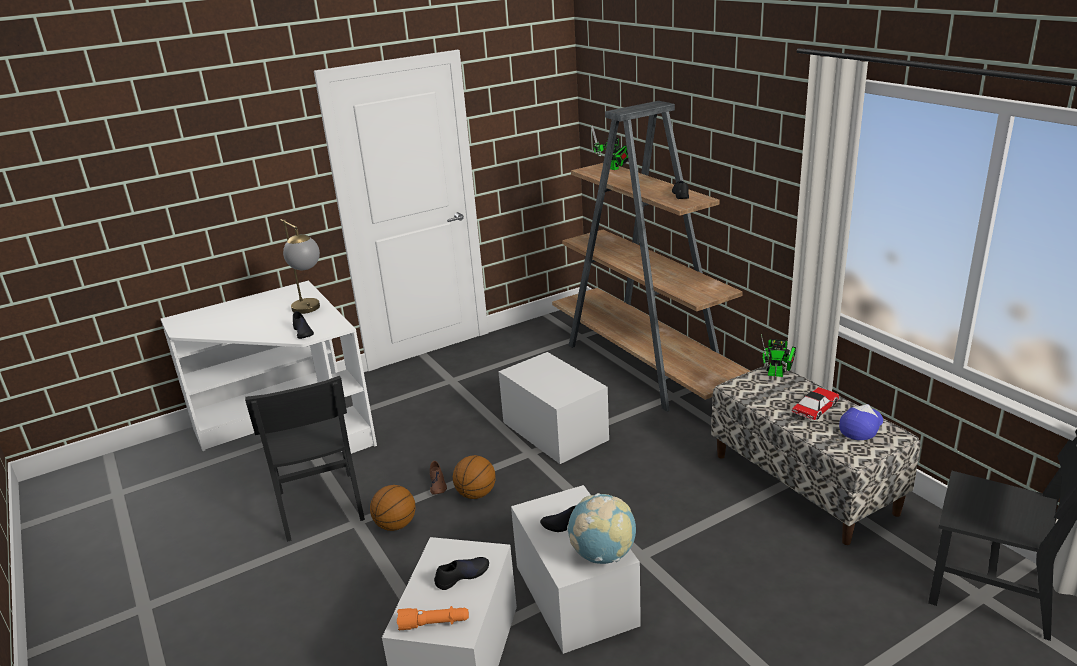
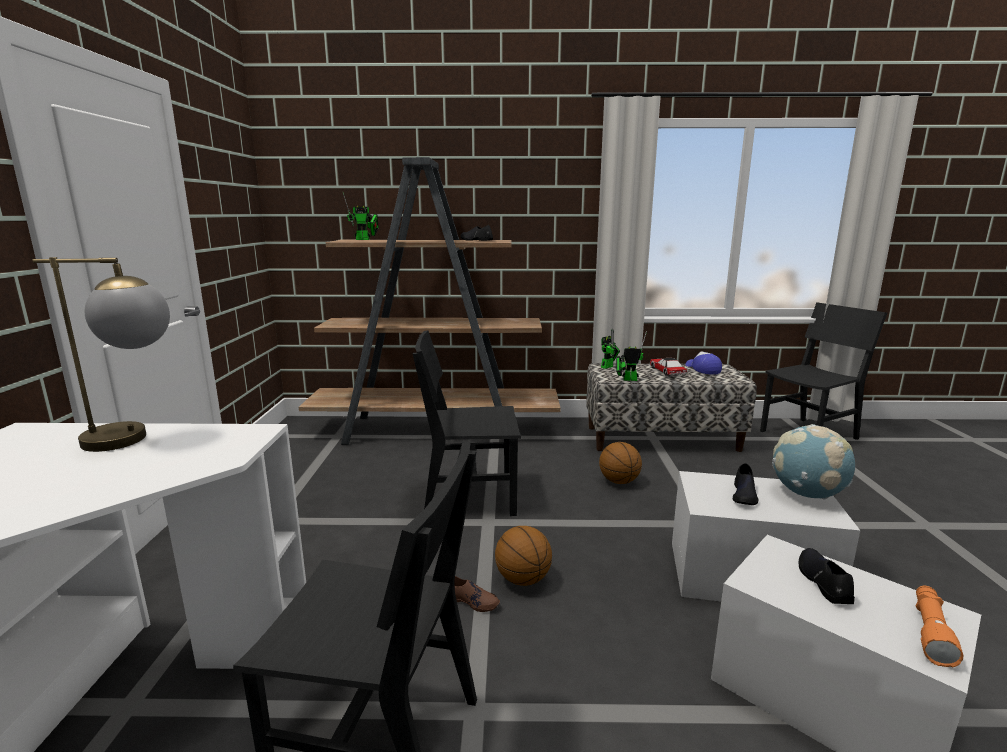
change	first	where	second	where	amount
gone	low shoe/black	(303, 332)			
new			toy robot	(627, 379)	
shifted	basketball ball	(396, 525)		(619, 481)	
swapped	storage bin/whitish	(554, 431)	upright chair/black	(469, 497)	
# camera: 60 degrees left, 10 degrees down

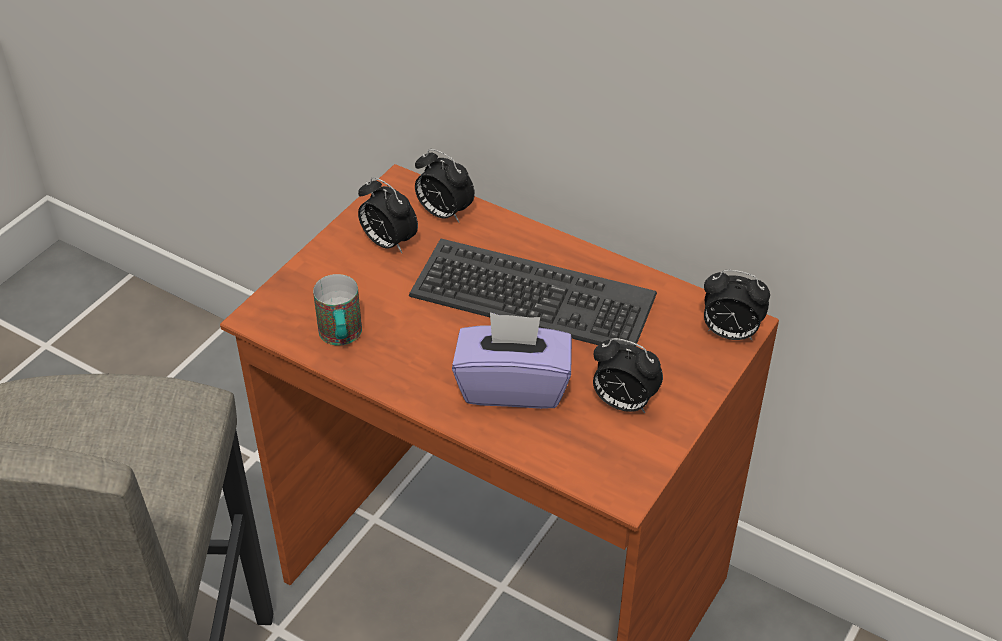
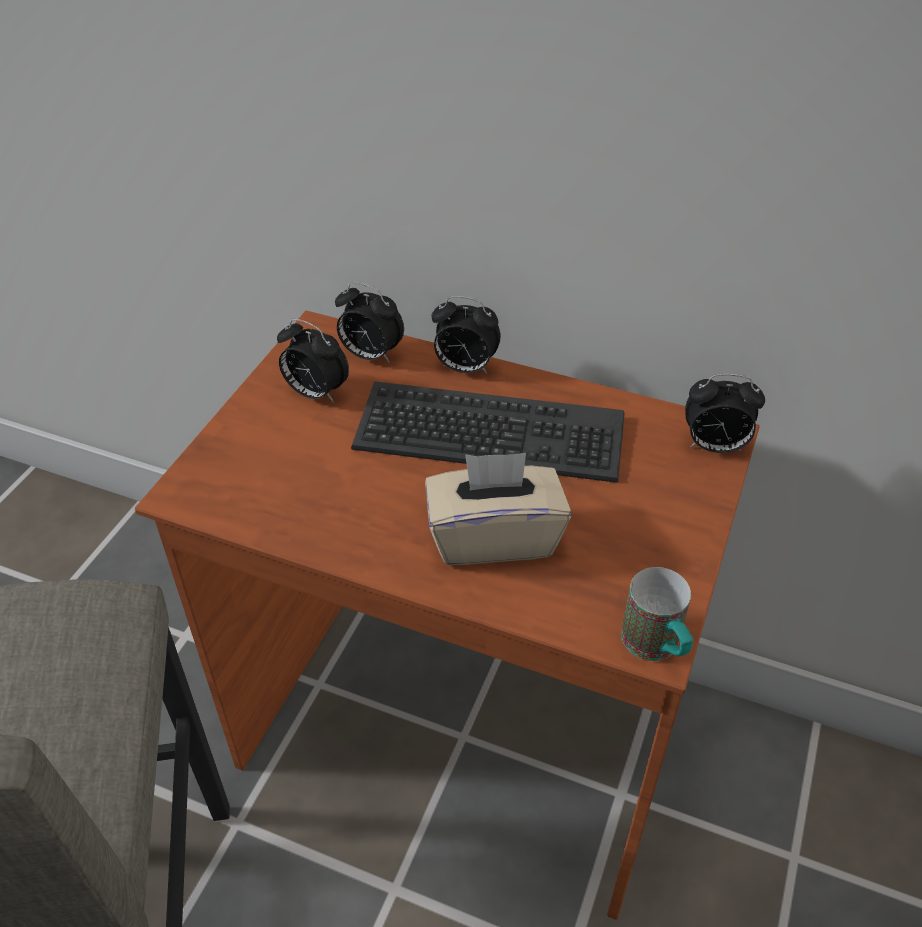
change	first	where	second	where	amount
shifted	tea mug	(341, 337)		(656, 648)	
shifted	alarm clock	(623, 403)		(464, 368)	
repainted	tissue holder/purplish	(513, 386)	tissue holder/beige-coloured	(494, 537)	
# camera: 10 degrees left, 0 degrees up

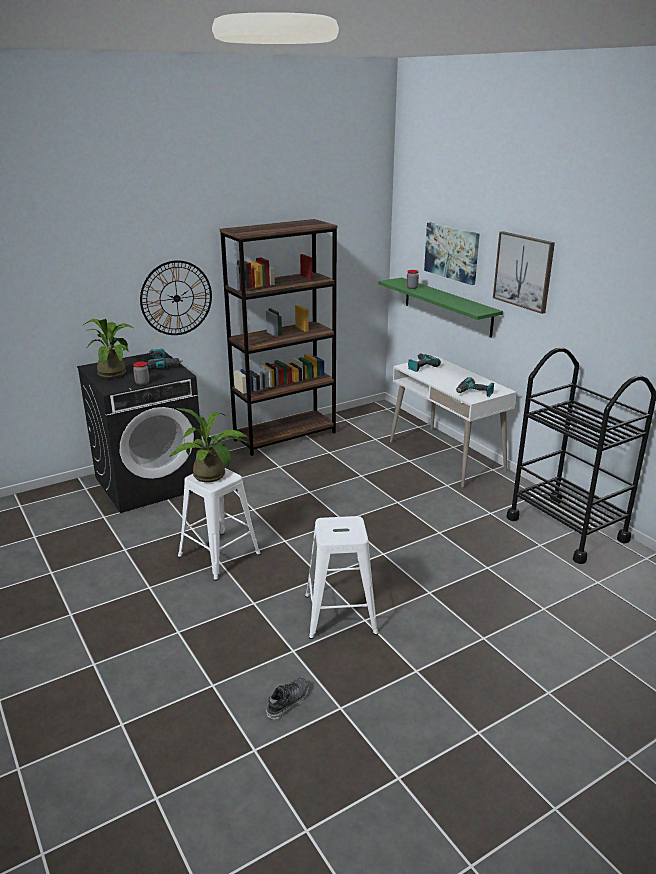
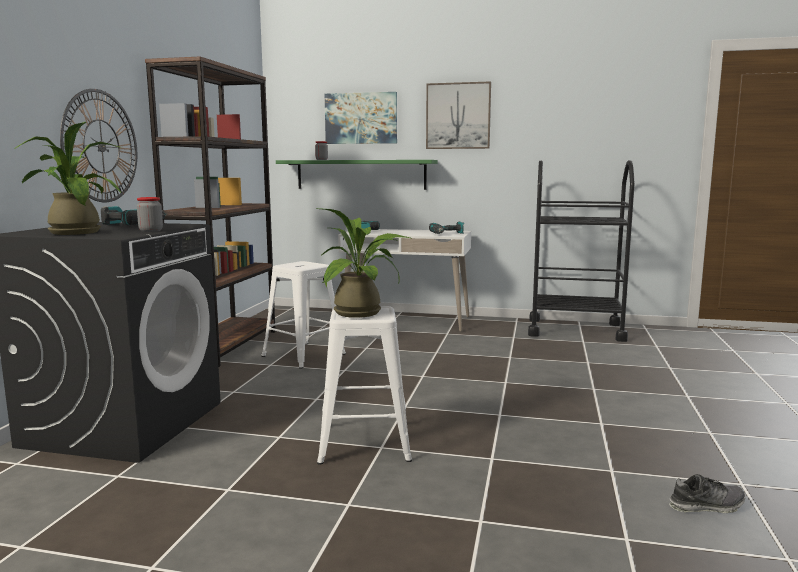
change	first	where	second	where	amount
shifted	sitting stool/whitish	(339, 614)		(303, 355)	
rotated	low shoe	(288, 702)		(706, 506)	90 degrees clockwise
# camera: 45 degrees left, 15 degrees down

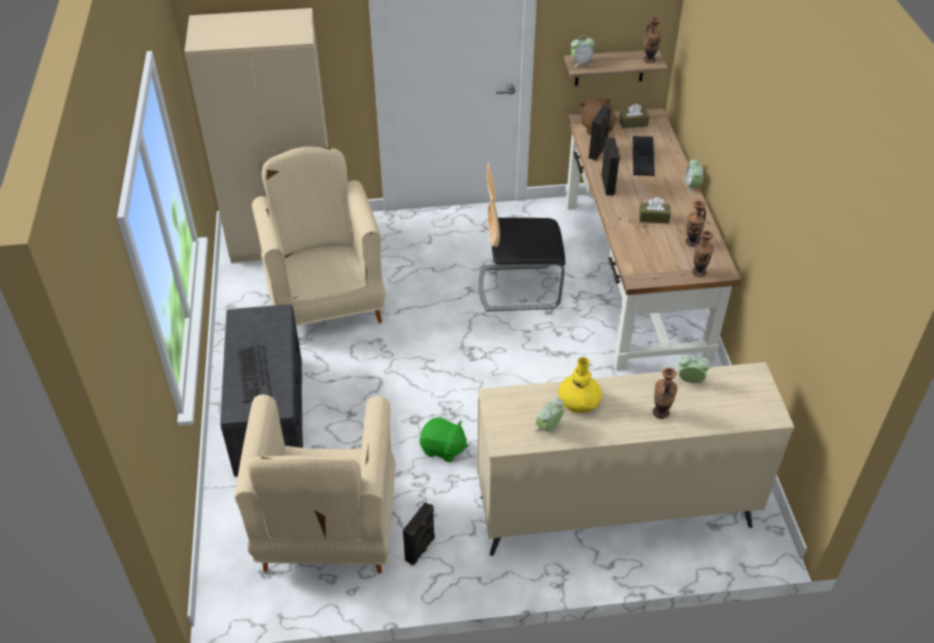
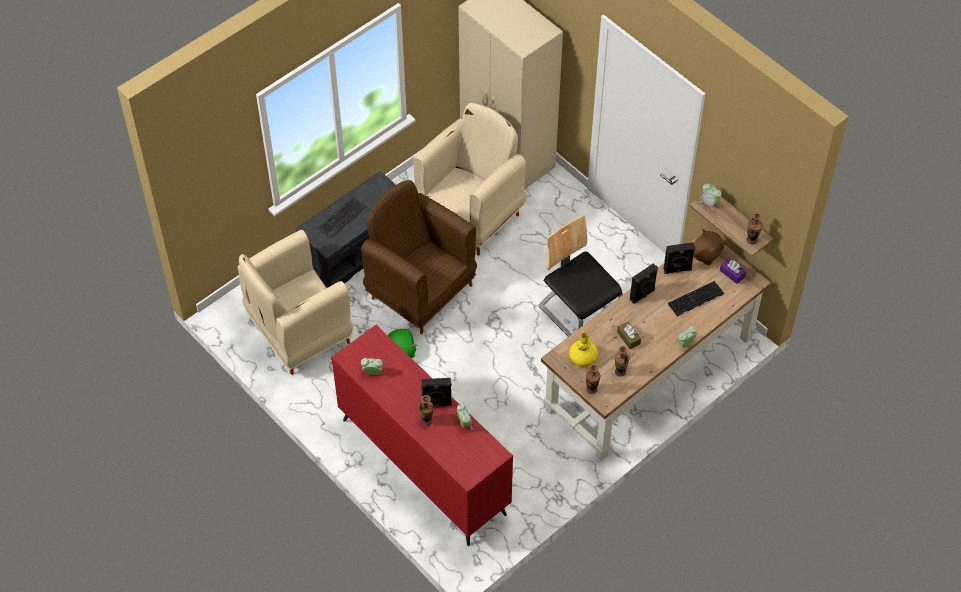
change	first	where	second	where	amount
new			easy chair/brown	(420, 291)	
shifted	audio speaker/black	(421, 549)		(437, 404)	
shifted	decorative vase/yellow-coloured	(578, 401)		(582, 357)	
repainted	drawer chest/beige-coloured	(613, 511)	drawer chest/reddish	(423, 465)	
repainted	tissue holder/brown	(633, 123)	tissue holder/purplish	(732, 273)	
# camera: 55 degrees right, 10 degrees up

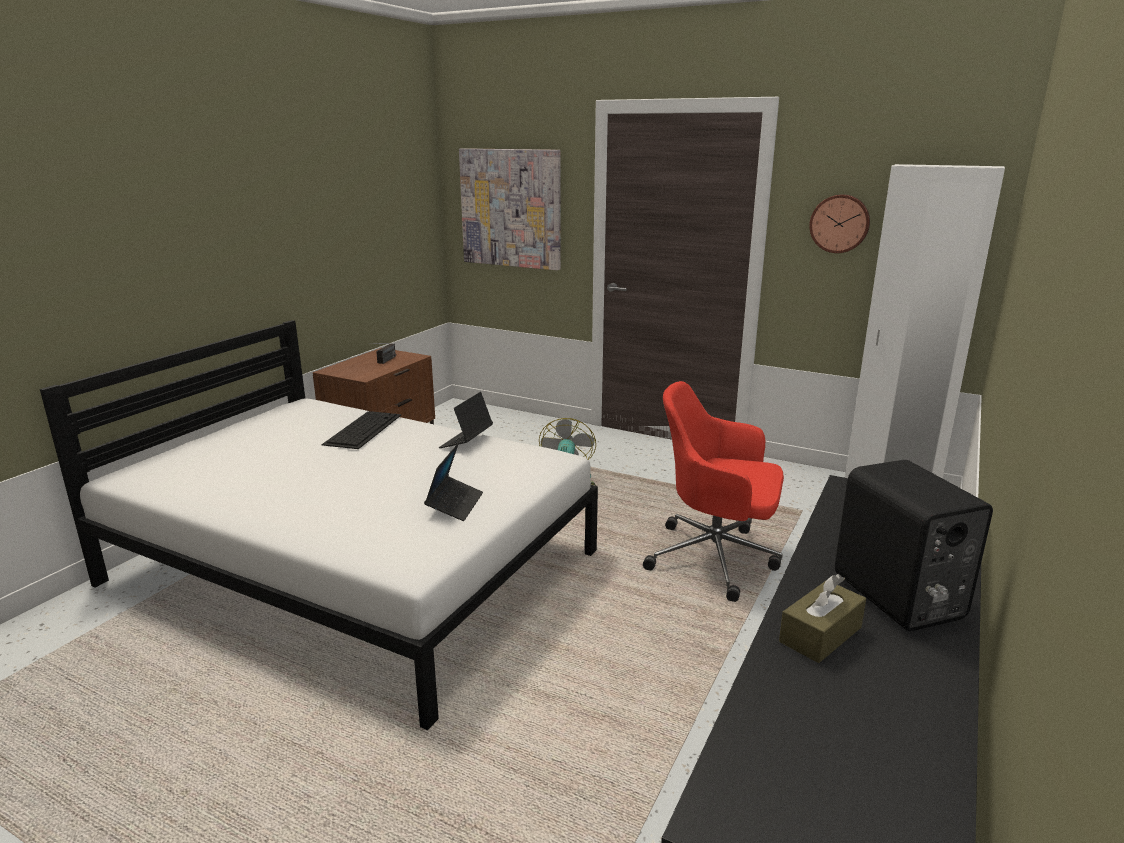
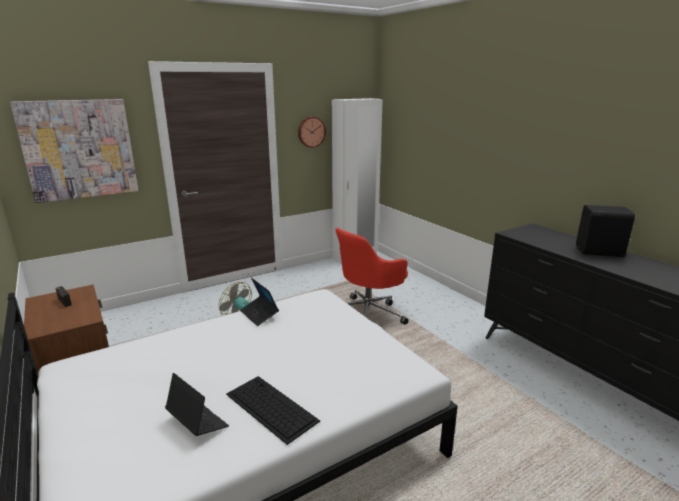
change	first	where	second	where	amount
gone	tissue holder/brown	(820, 635)			
shifted	PC keyboard	(363, 429)		(270, 407)	
shifted	notebook computer	(455, 504)		(197, 422)	
# camera: 60 degrees left, 0 degrees up

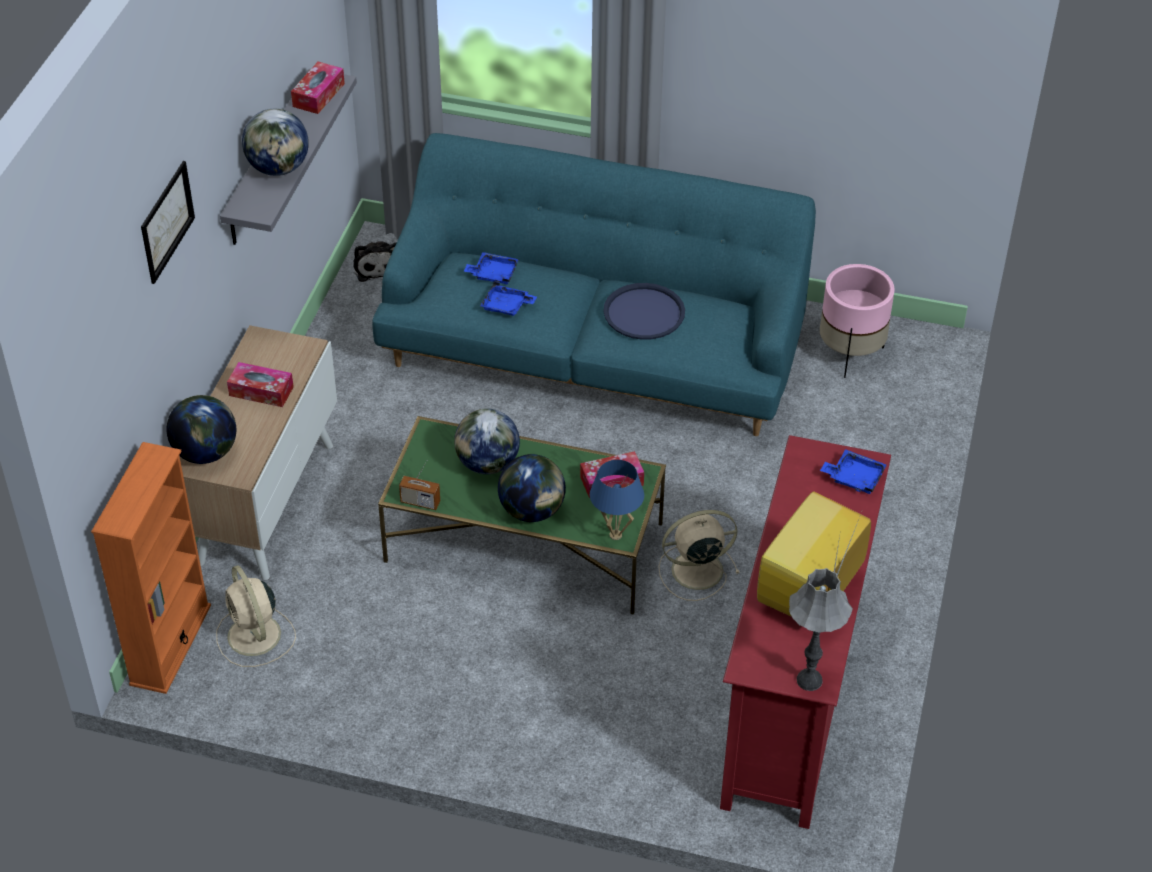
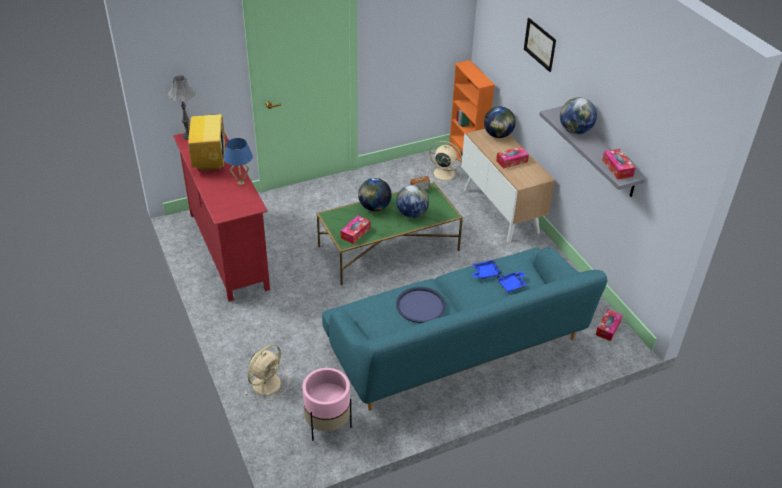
change	first	where	second	where	amount
gone	tray/blue-coloured	(854, 478)			
shifted	lamp for a table/blue-coloured	(615, 535)		(241, 183)	
shifted	fan/beige-coloured	(694, 571)		(267, 382)	
swapped	soft toy	(376, 266)	tissue holder	(608, 328)	
# camera: 140 degrees right, 5 degrees down

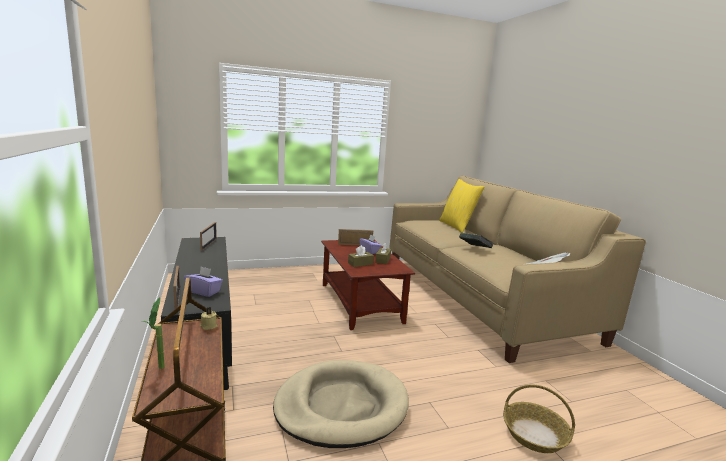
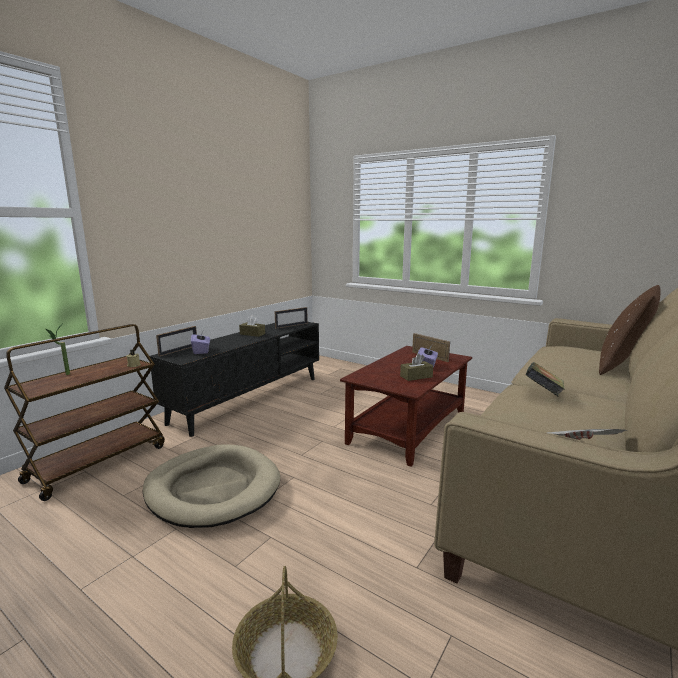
change	first	where	second	where	amount
shifted	tissue holder/brown	(360, 264)		(252, 334)	
repainted	throw pillow/yellow-coloured	(457, 226)	throw pillow/brown	(622, 366)	
# camera: 55 degrees right, 0 degrees up

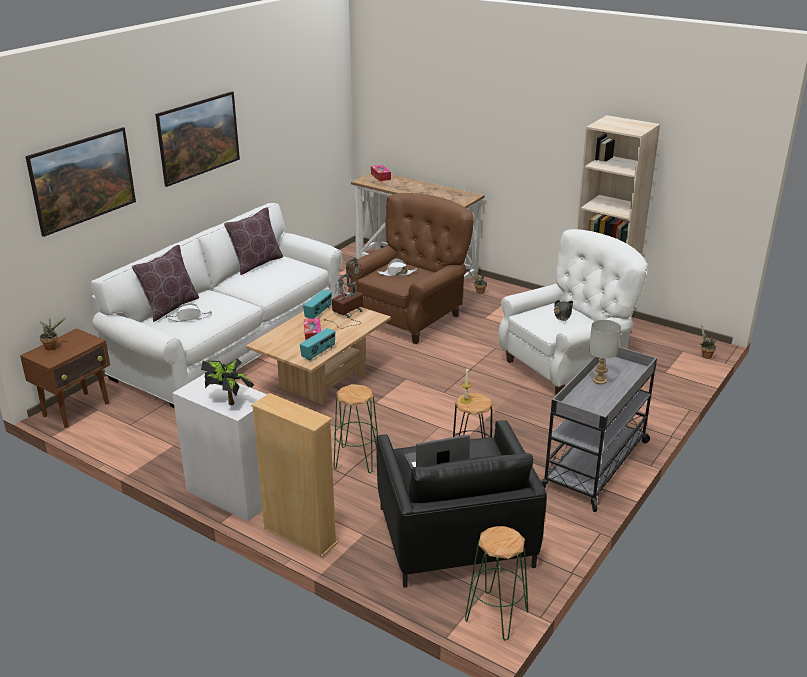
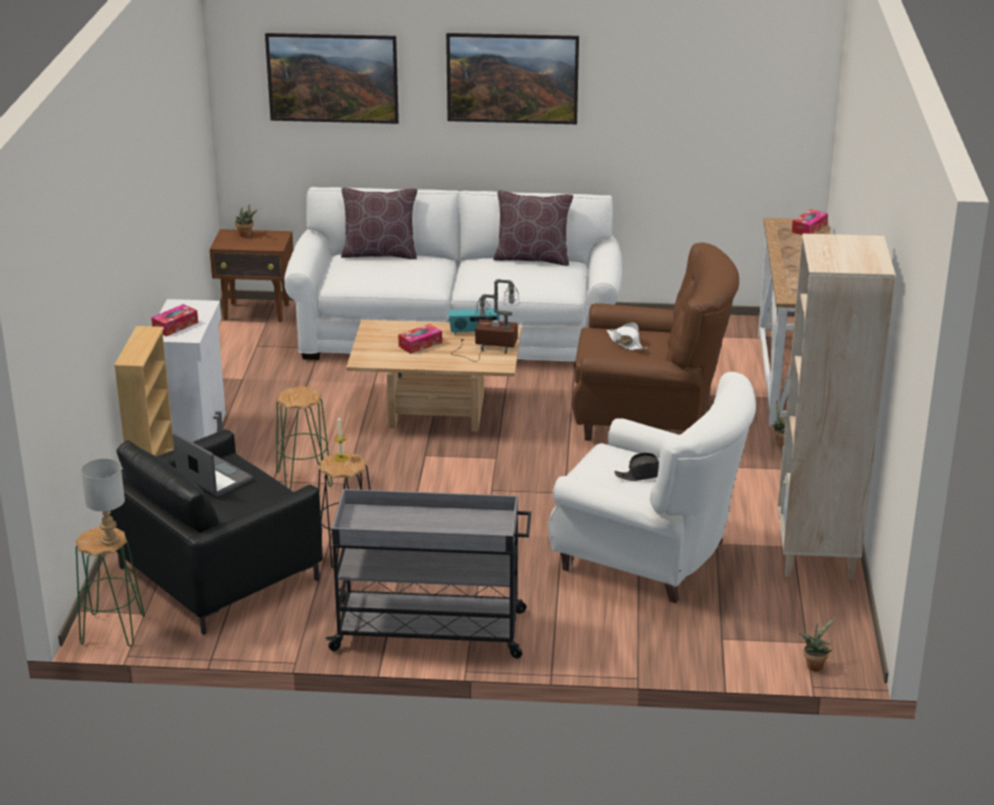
change	first	where	second	where	amount
gone	hat/whitish	(189, 317)			
gone	radio receiver	(318, 353)			
shifted	lamp for a table/grey	(599, 380)		(110, 540)	
swapped	potted plant	(229, 400)	tissue holder	(175, 326)	
# camera: 60 degrees right, 0 degrees up

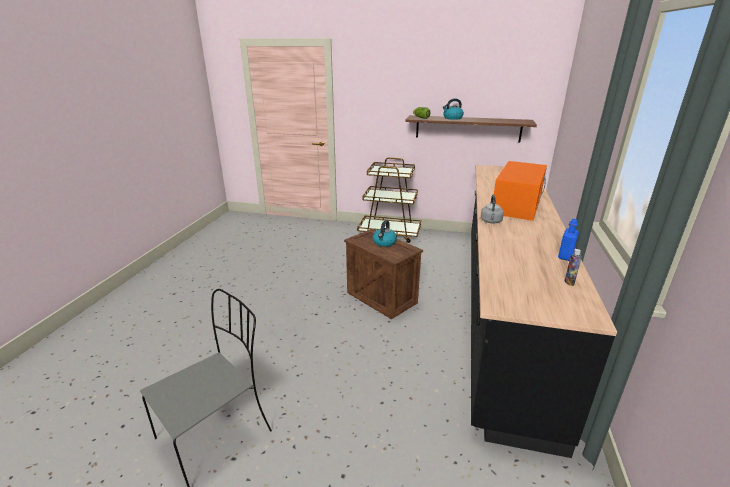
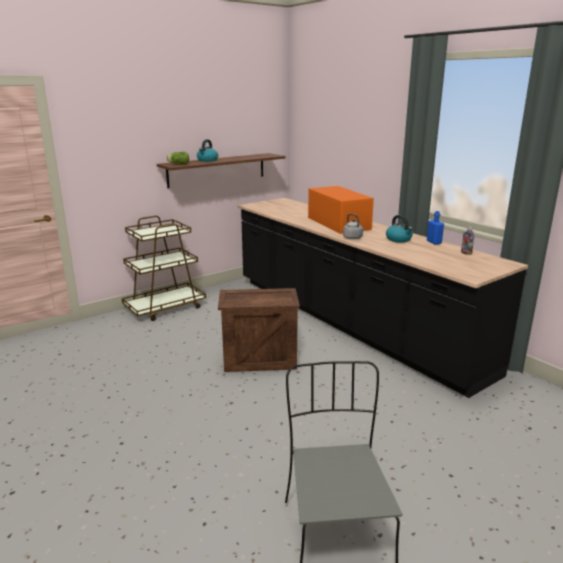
change	first	where	second	where	amount
shifted	water kettle	(384, 242)		(399, 239)	
# camera: 50 degrees left, 5 degrees down

